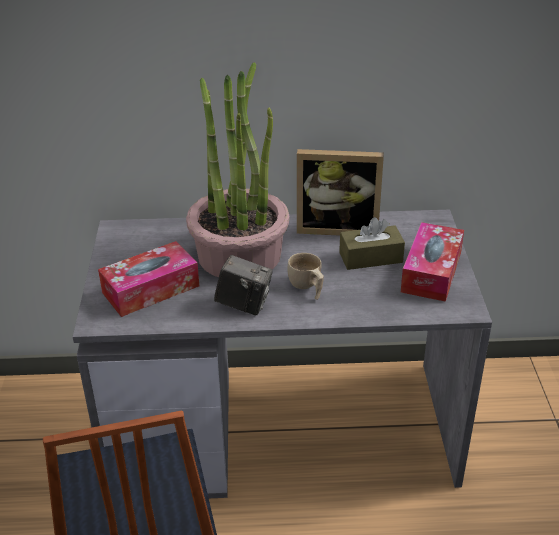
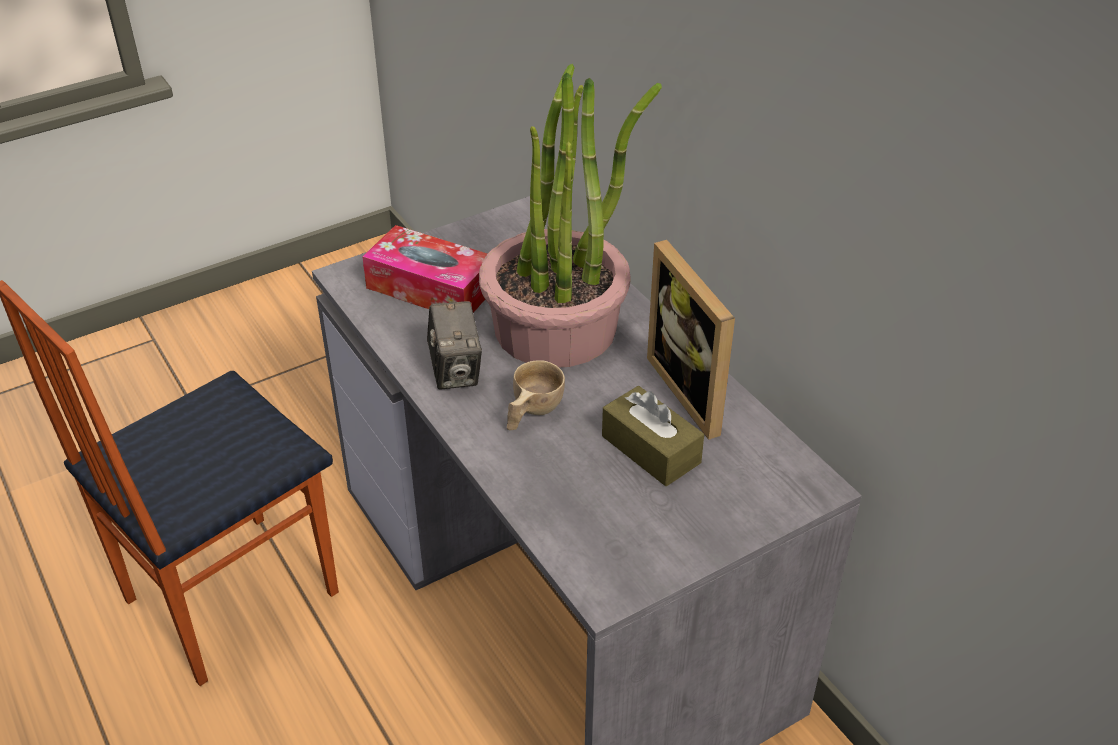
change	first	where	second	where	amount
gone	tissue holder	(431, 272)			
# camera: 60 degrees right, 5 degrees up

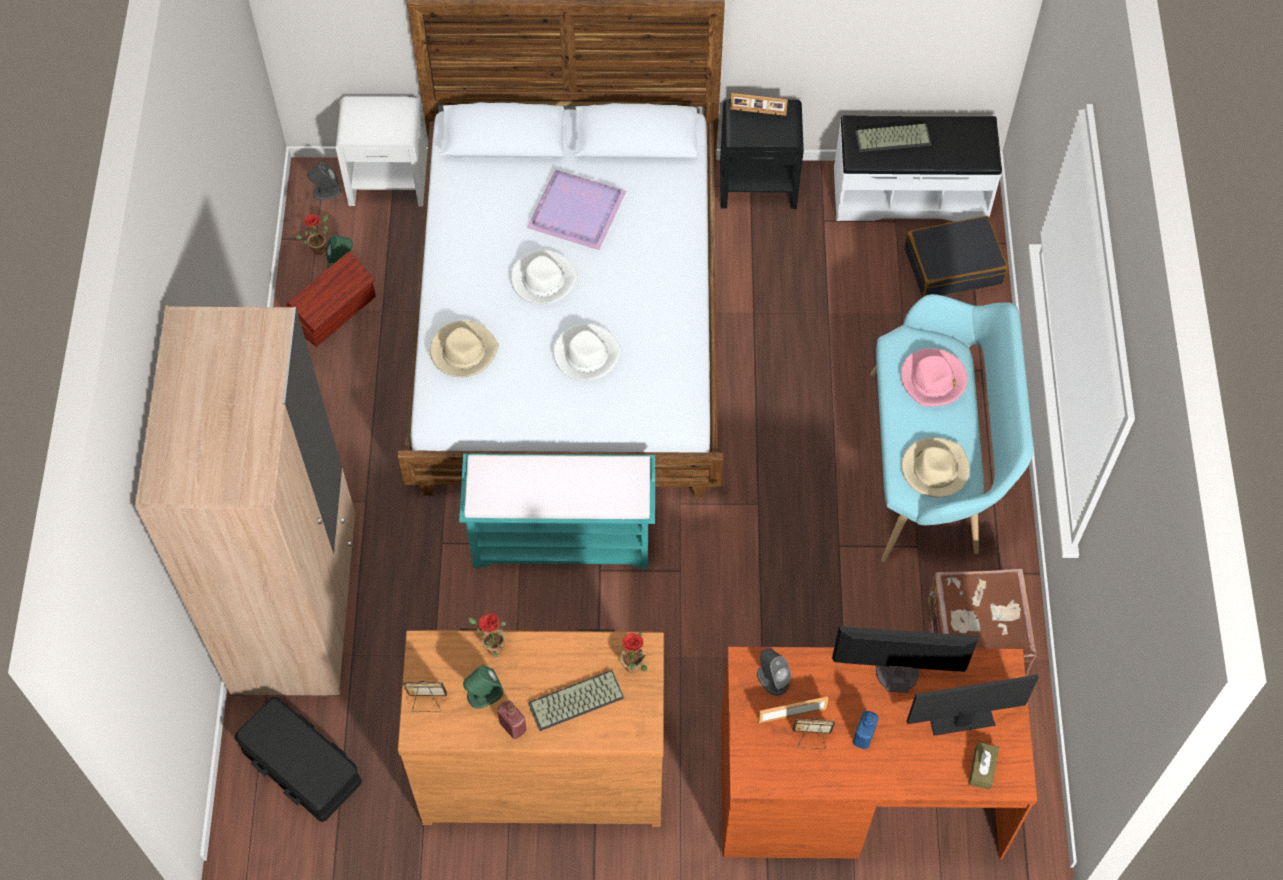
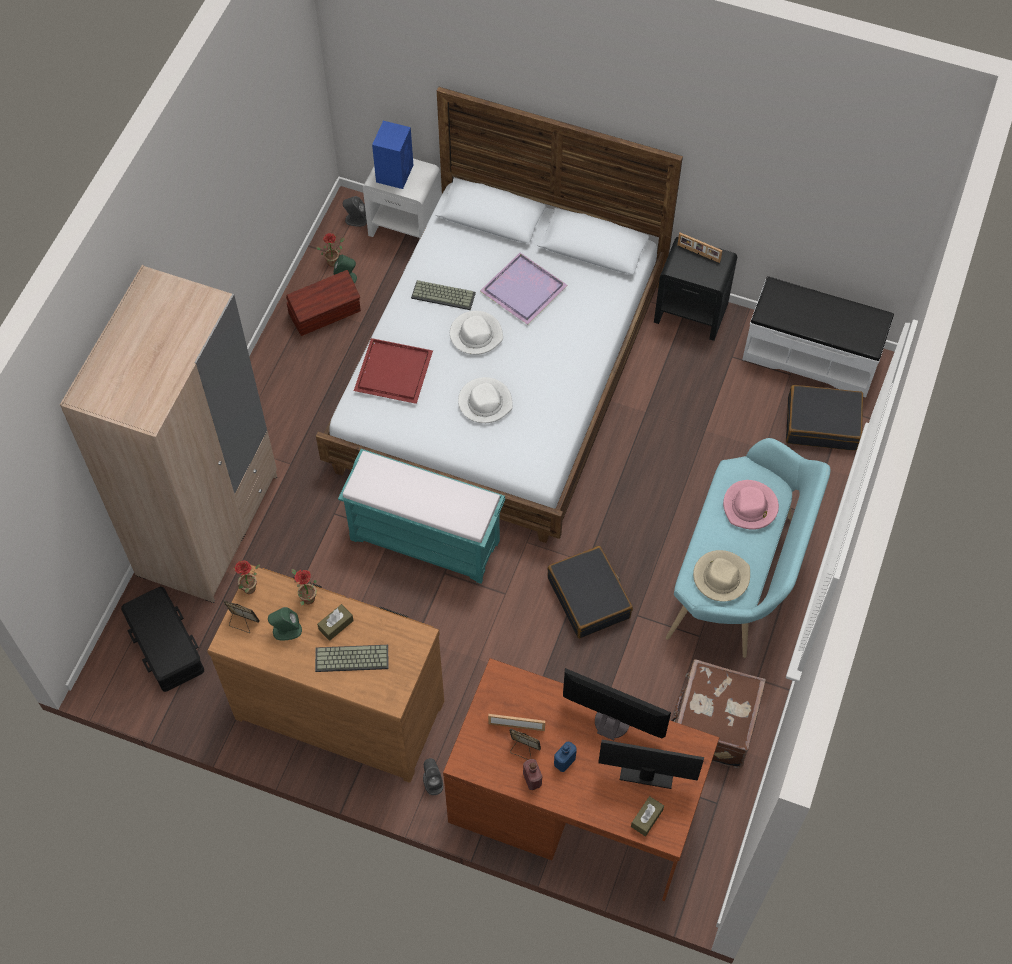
change	first	where	second	where	amount
new			tissue holder/brown	(336, 625)	
new			audio speaker/blue-coloured	(395, 173)	
new			piece of luggage/black	(589, 597)	
shifted	drink bottle/reddish	(513, 726)		(532, 779)	
shifted	potted plant	(635, 668)		(250, 590)	
shifted	audio speaker/grey	(772, 679)		(433, 781)	
shifted	PC keyboard	(893, 137)		(444, 295)	
swapped	hat/beige-coloured	(463, 351)	tray/reddish	(392, 371)	
# camera: 20 degrees right, 0 degrees up

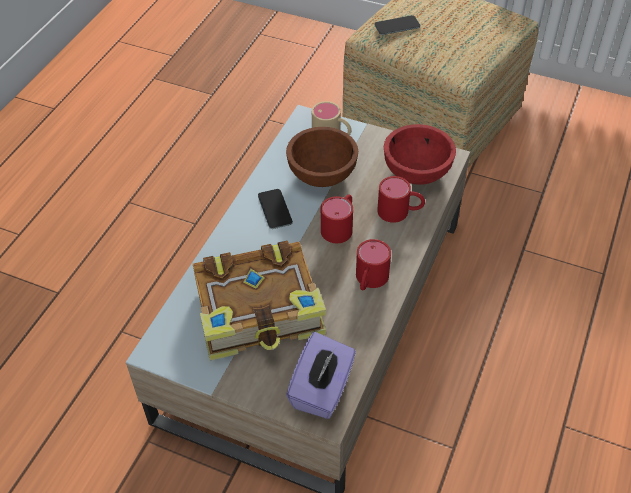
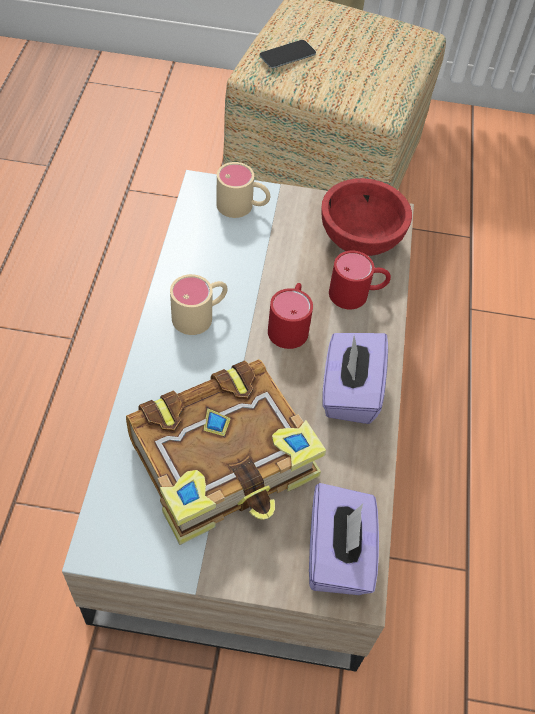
change	first	where	second	where	amount
gone	bowl/brown	(322, 174)			
swapped	phone	(275, 209)	tea mug/beige-coloured	(200, 314)	
swapped	tea mug/reddish	(369, 280)	tissue holder/purplish	(349, 392)	
# camera: 20 degrees left, 5 degrees up

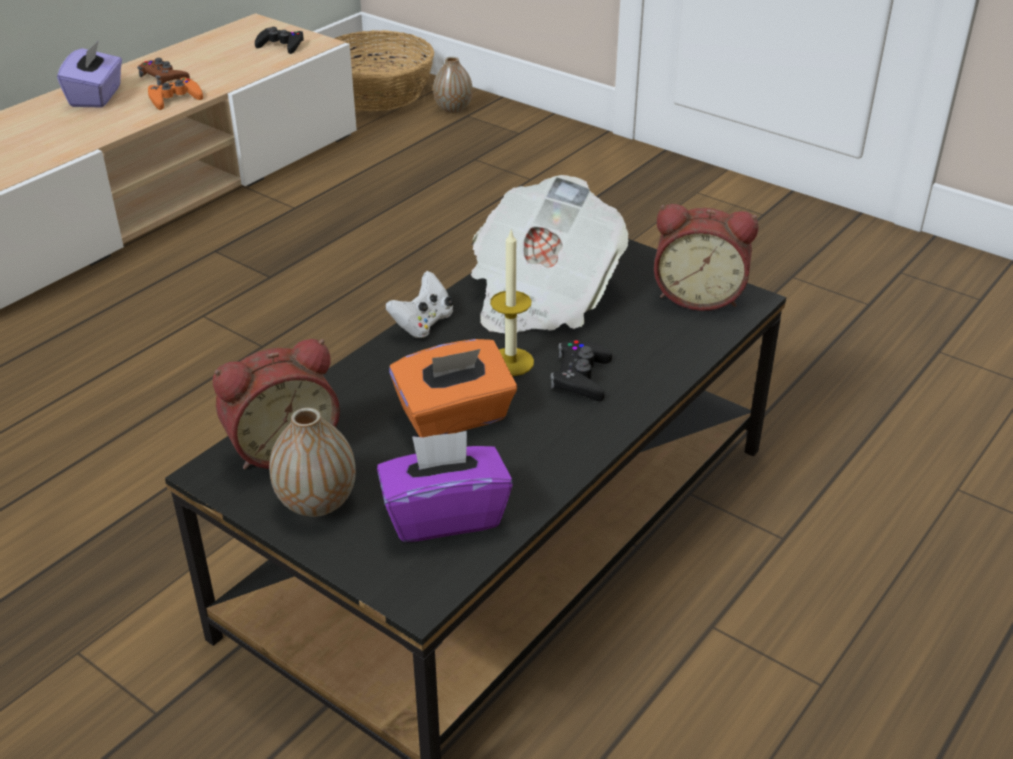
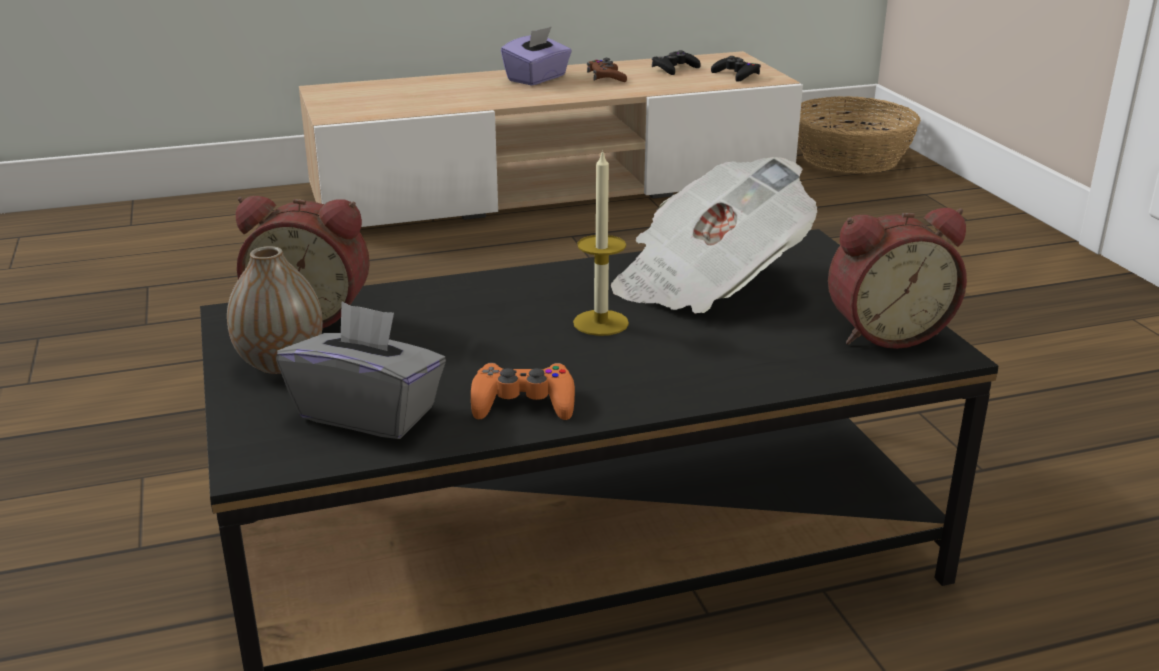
change	first	where	second	where	amount
gone	joypad/whitish	(423, 324)			
gone	tissue holder/orangey	(455, 417)			
gone	decorative vase	(453, 108)			
shifted	joypad/orangey	(174, 99)		(523, 402)	
shifted	joypad/black	(581, 377)		(674, 68)	
repainted	tissue holder/purplish	(444, 515)	tissue holder/grey	(368, 413)	
rotated	alarm clock	(699, 295)		(885, 332)	60 degrees counterclockwise
# camera: 35 degrees right, 10 degrees down

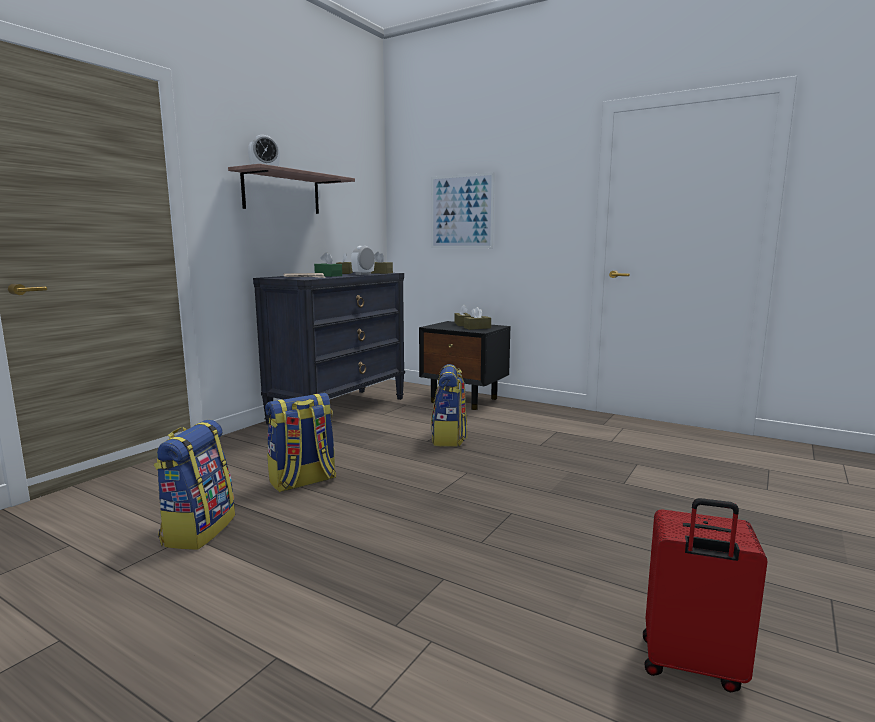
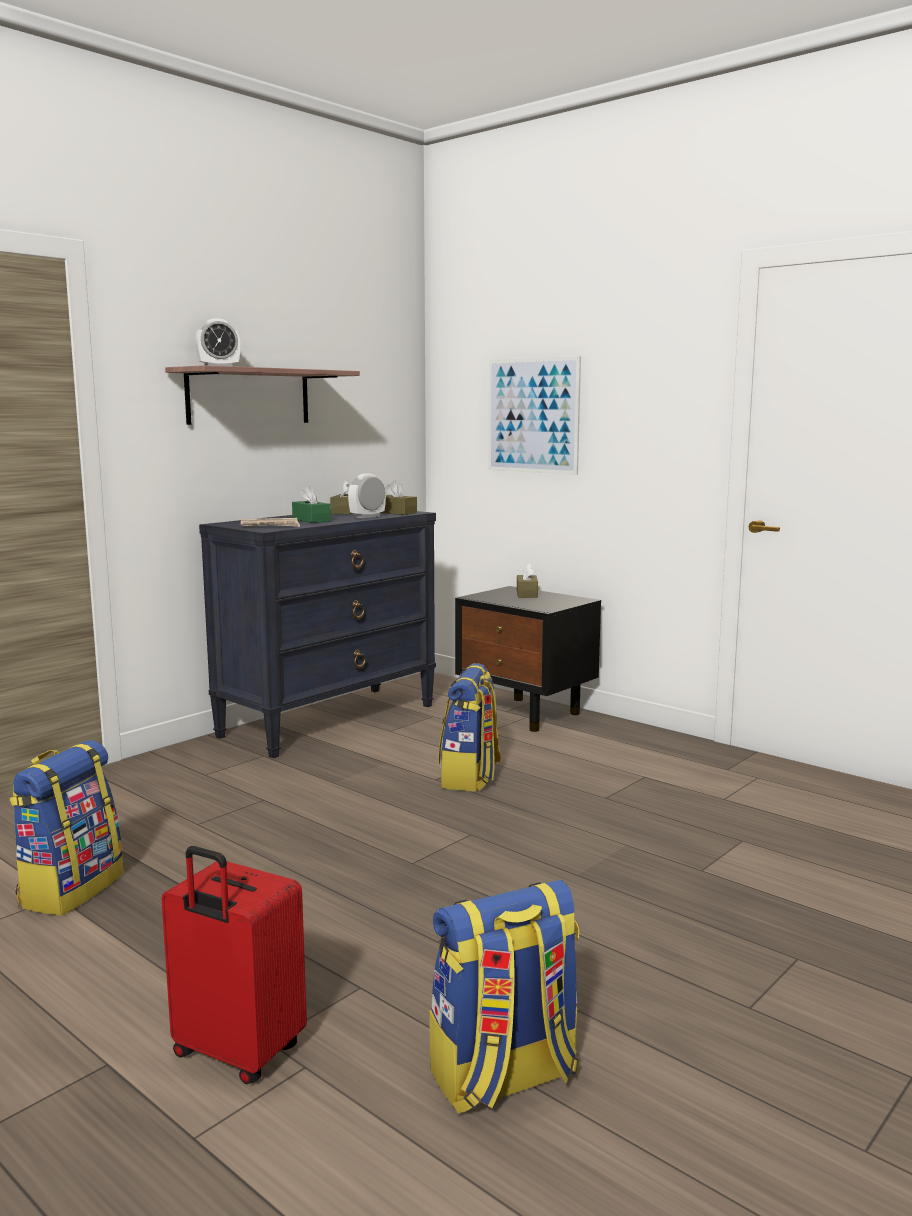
change	first	where	second	where	amount
gone	tissue holder/brown	(477, 328)			
shifted	rucksack	(303, 482)		(504, 1078)	
shifted	piece of luggage/reddish	(691, 666)		(236, 1054)	
# camera: 10 degrees right, 0 degrees up

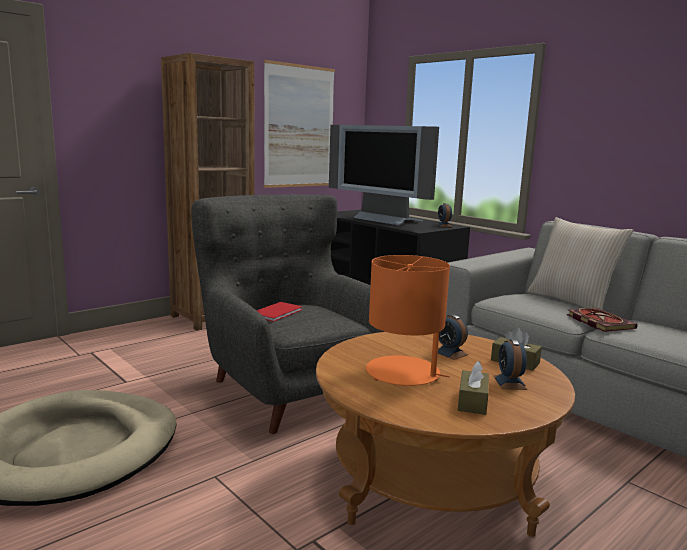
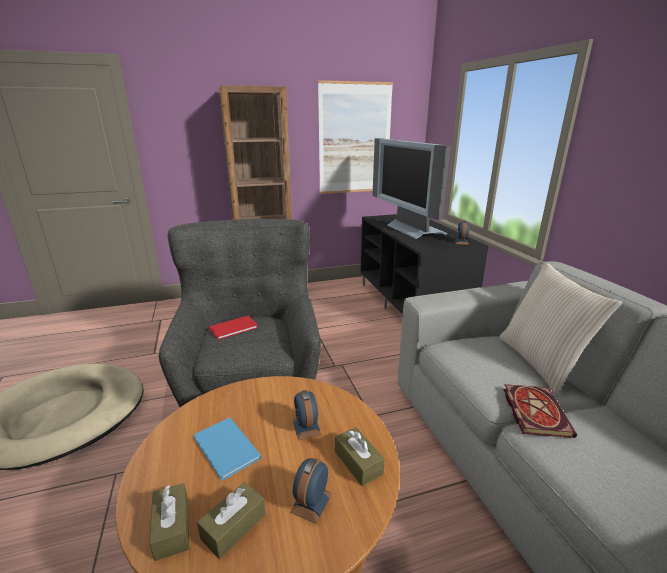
change	first	where	second	where	amount
new			tissue holder/brown	(172, 528)	
swapped	lamp for a table/orangey	(404, 373)	book/blue-coloured	(225, 450)	
# camera: 25 degrees right, 10 degrees up

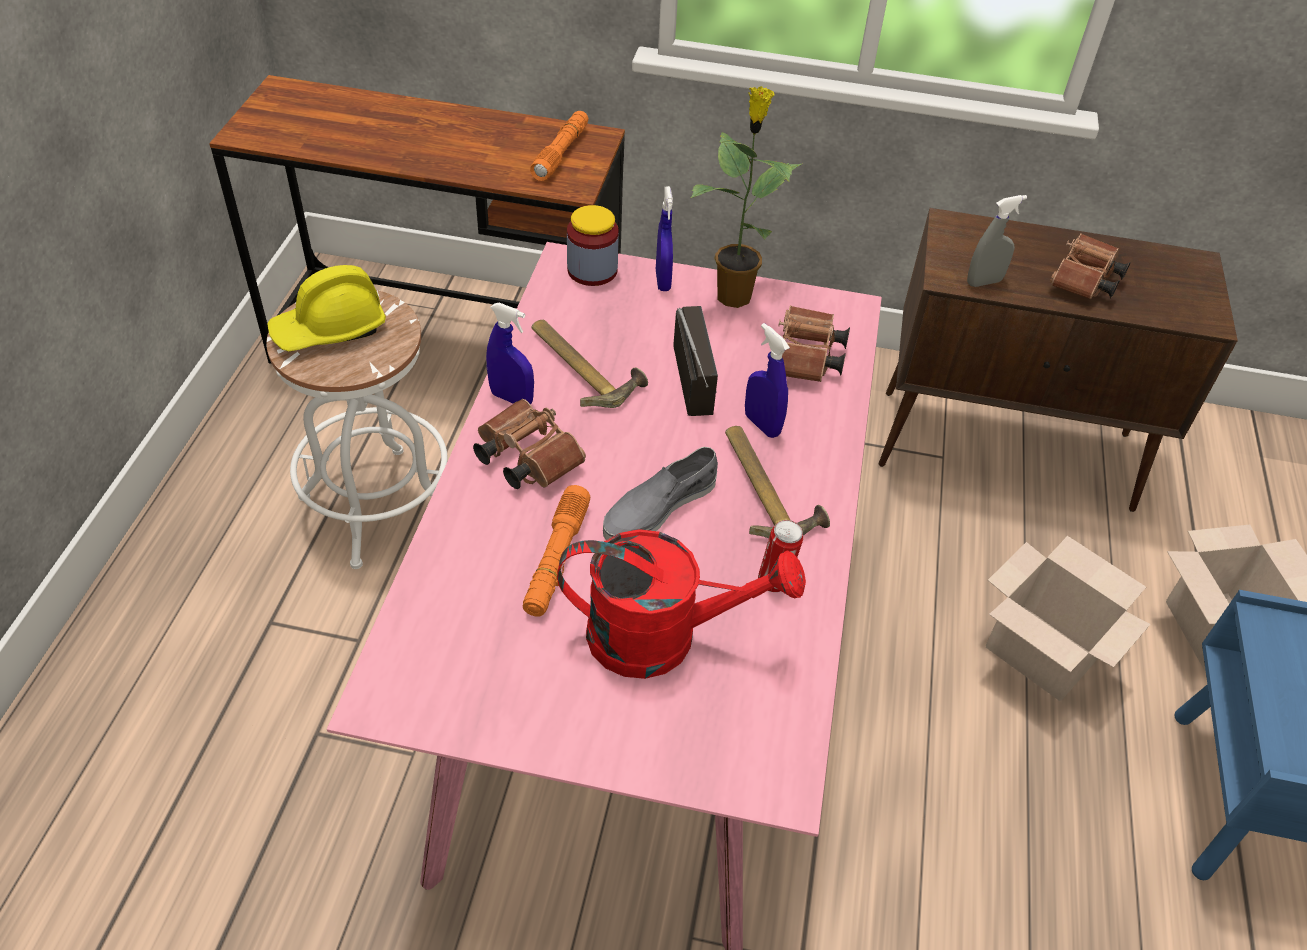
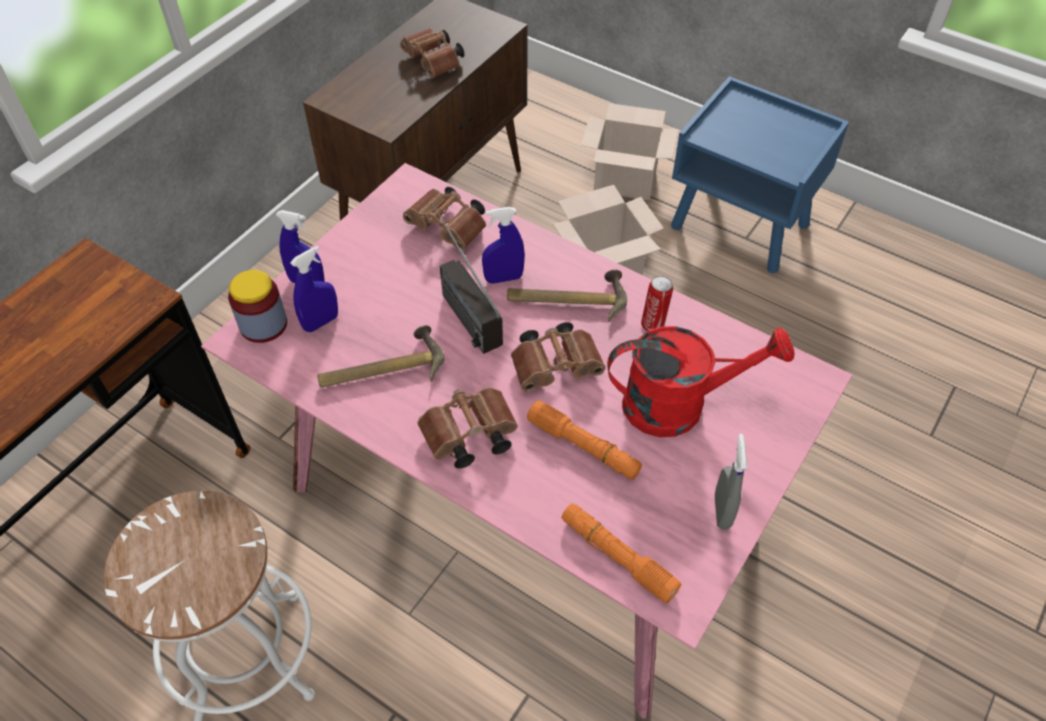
change	first	where	second	where	amount
gone	work helmet/yellow-coloured	(330, 329)			
gone	potted plant	(734, 294)			
shifted	spray bottle/blue-coloured	(511, 398)		(321, 322)	
shifted	torch/orangey	(561, 153)		(617, 556)	
shifted	spray bottle/grey	(984, 282)		(722, 511)	
swapped	low shoe/grey	(658, 507)	field glasses/brown	(558, 367)	
rotated	sprinkling can/reddish	(662, 637)		(679, 404)	60 degrees clockwise
rotated	radio receiver	(700, 399)		(458, 305)	135 degrees counterclockwise
# camera: 65 degrees left, 5 degrees up

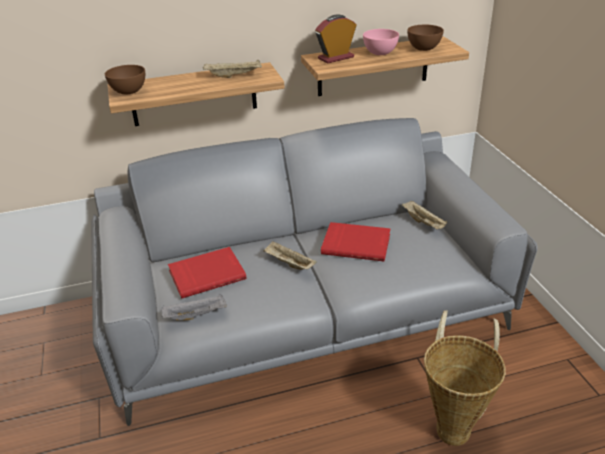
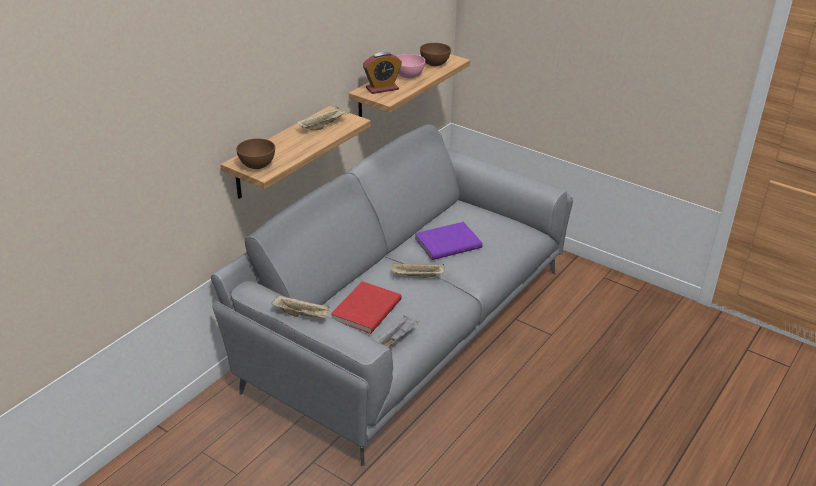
change	first	where	second	where	amount
gone	storage basket	(454, 425)			
shifted	tray/beige-coloured	(424, 223)		(302, 315)	
repainted	book/reddish	(356, 243)	book/purplish	(447, 242)	
rotated	alarm clock	(336, 58)		(382, 89)	135 degrees counterclockwise
# camera: 40 degrees left, 0 degrees up

